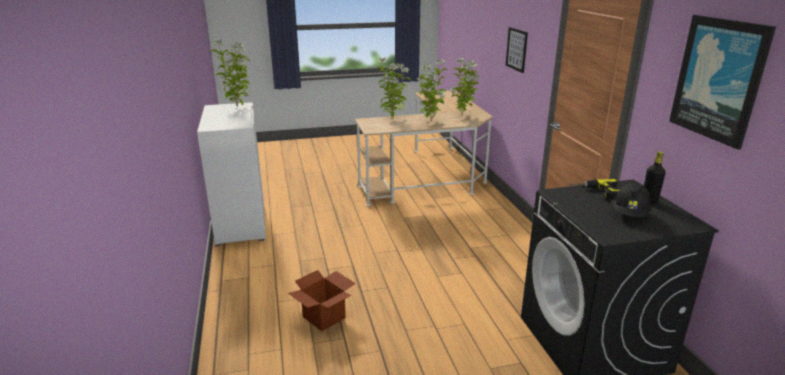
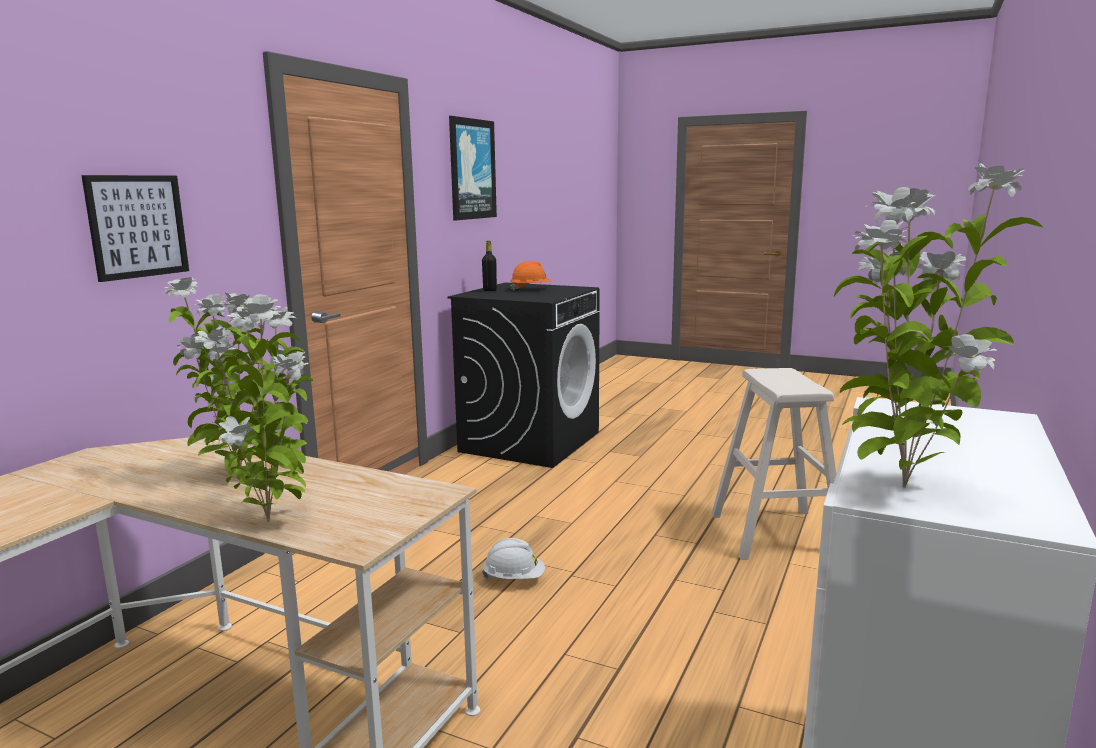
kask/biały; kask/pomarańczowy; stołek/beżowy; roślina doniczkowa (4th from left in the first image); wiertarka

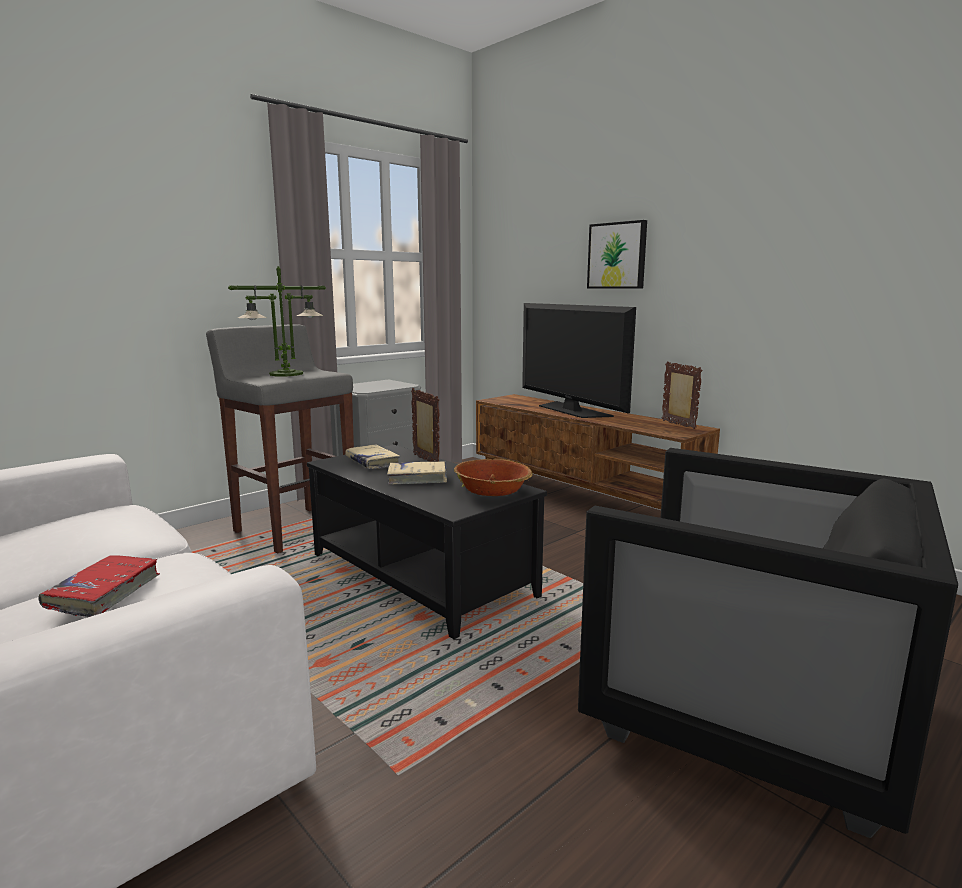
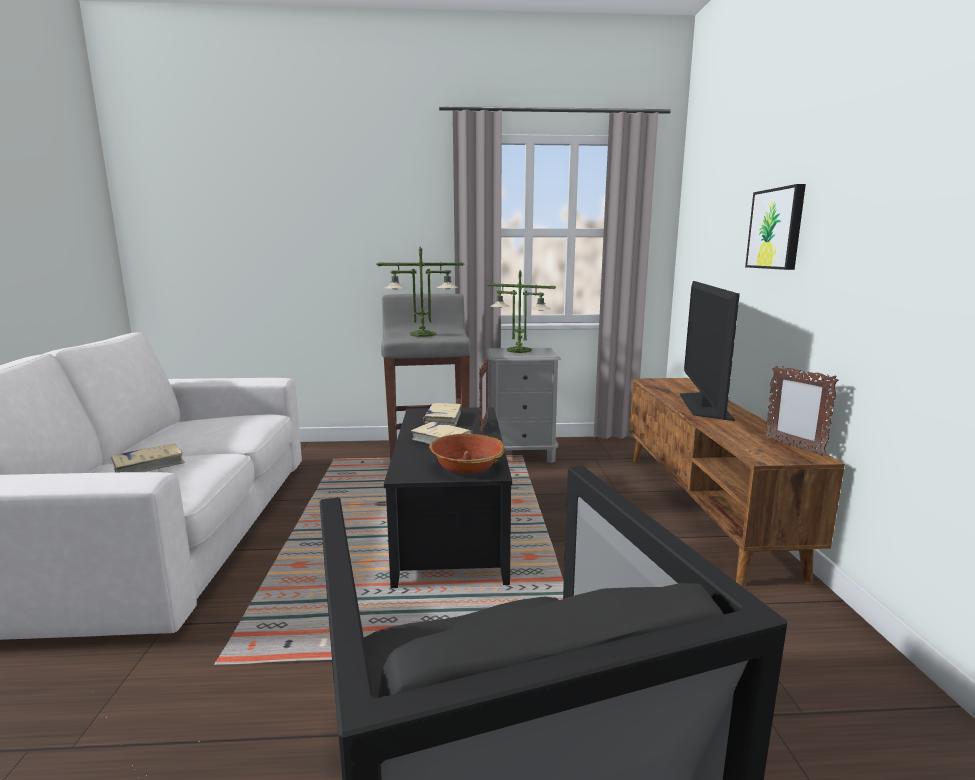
książka/beżowy (1st from left); lampa stołowa (2nd from left); ramka na zdjęcie (2nd from left)

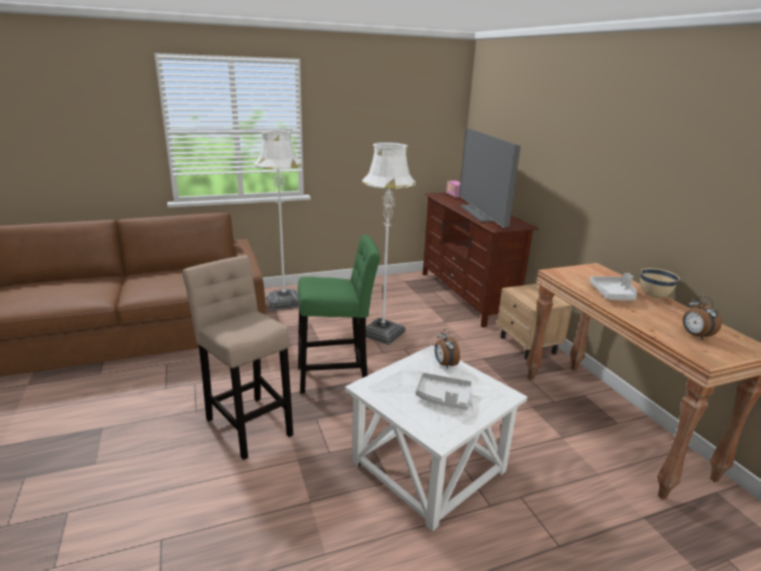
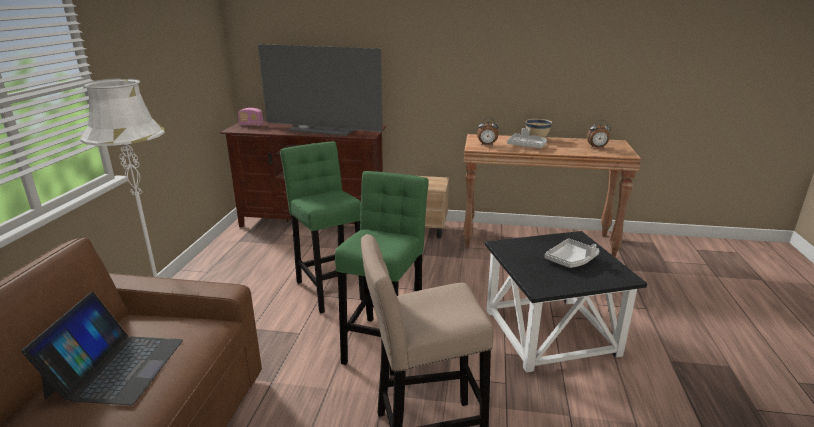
laptop; stołek/zielony (1st from left); budzik (1st from left); stolik/czarny

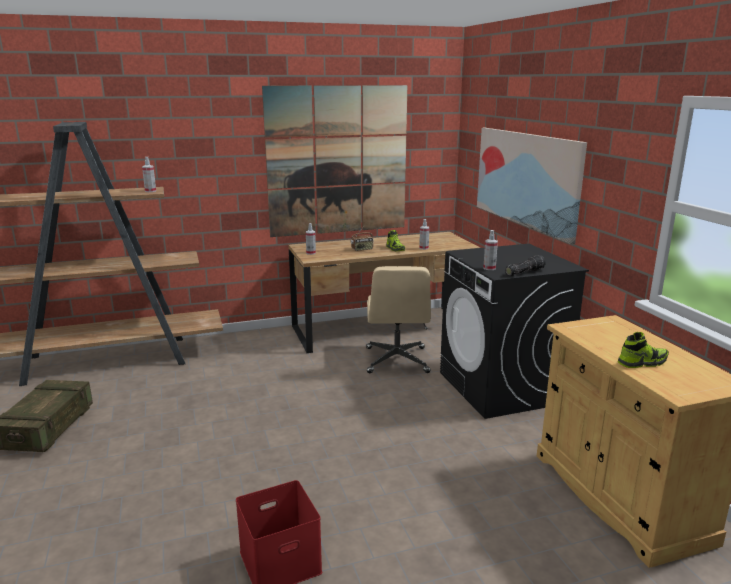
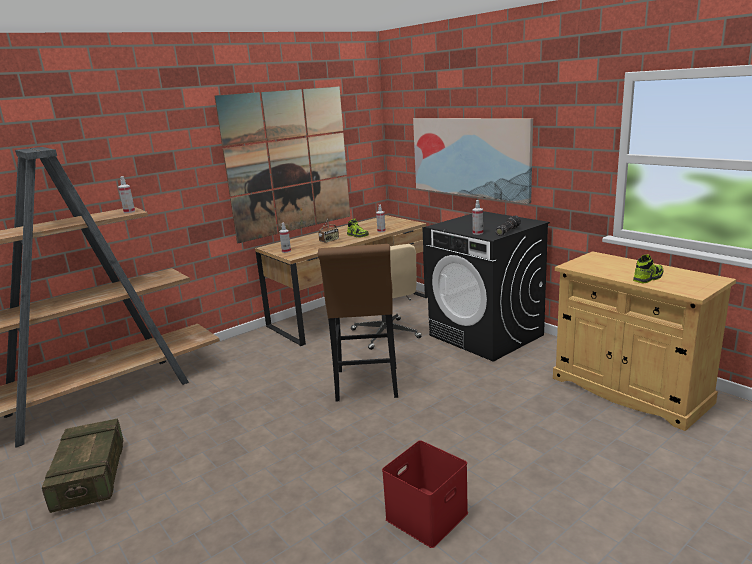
stołek/brązowy

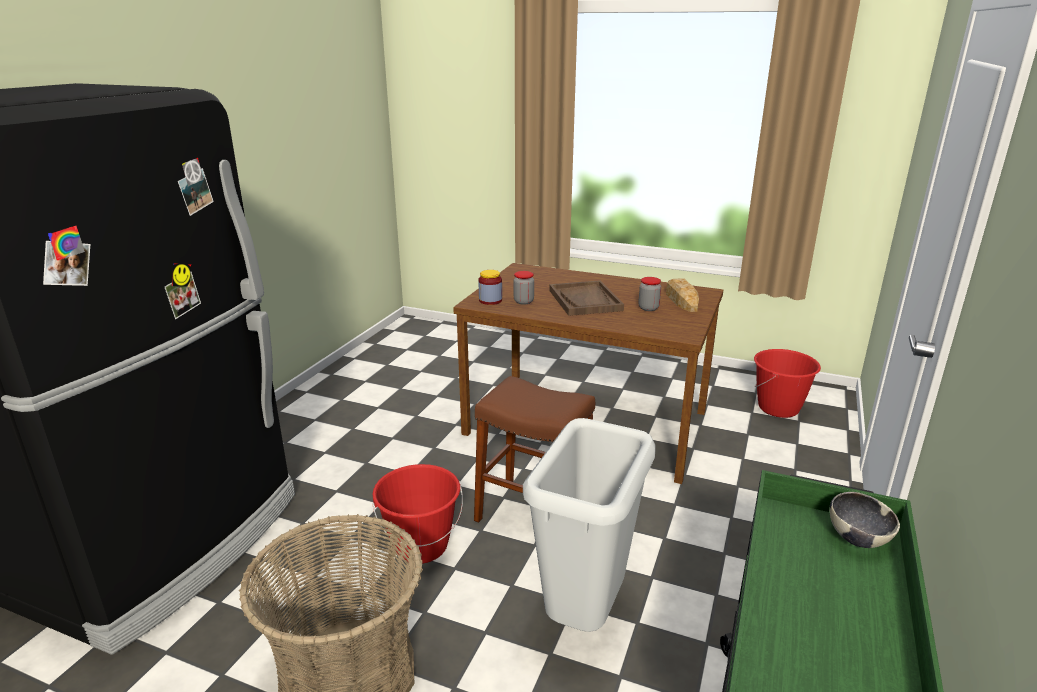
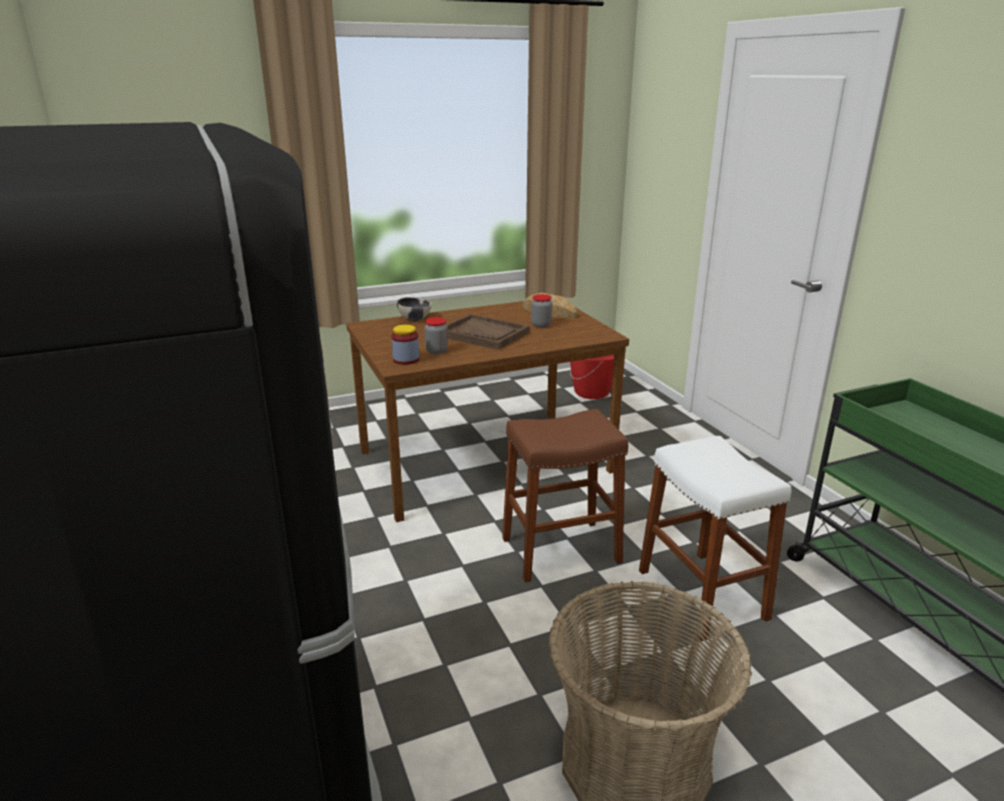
miska; stołek/biały; wiadro/czerwony (1st from left in the first image)

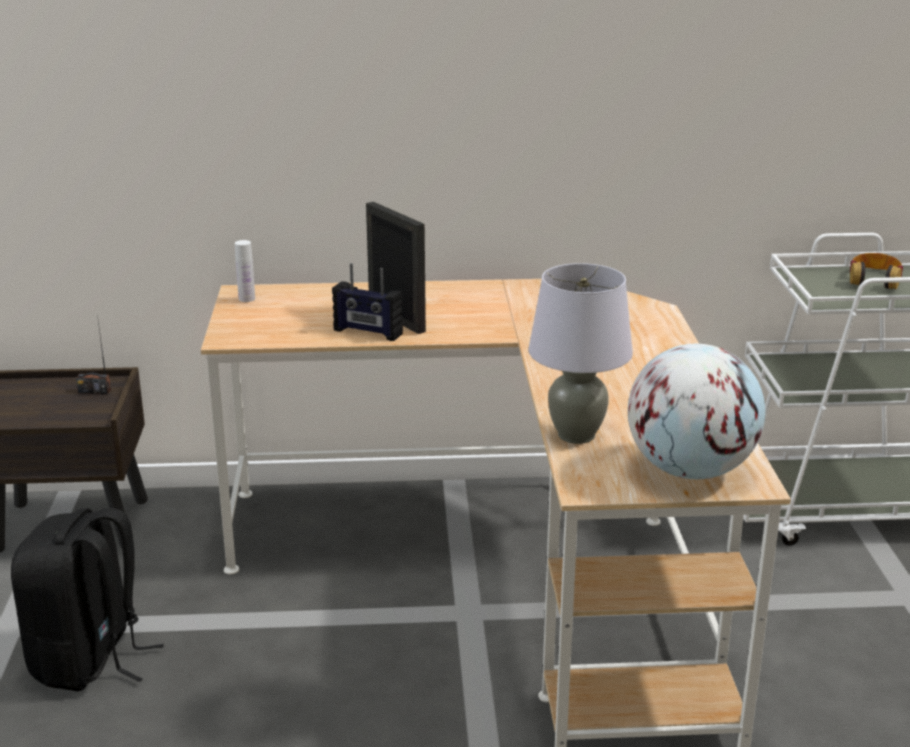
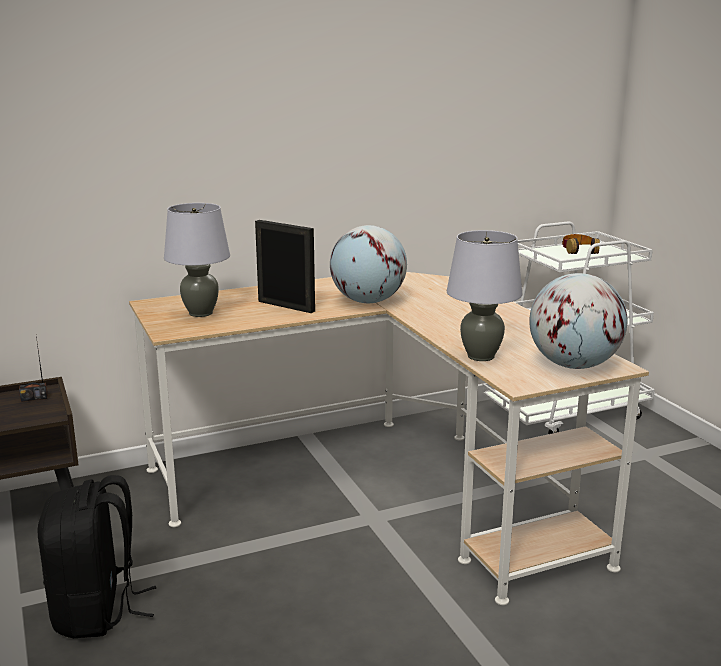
lampa stołowa/szary (1st from left); globus (1st from left); butelka/biały; radio (2nd from left in the first image)

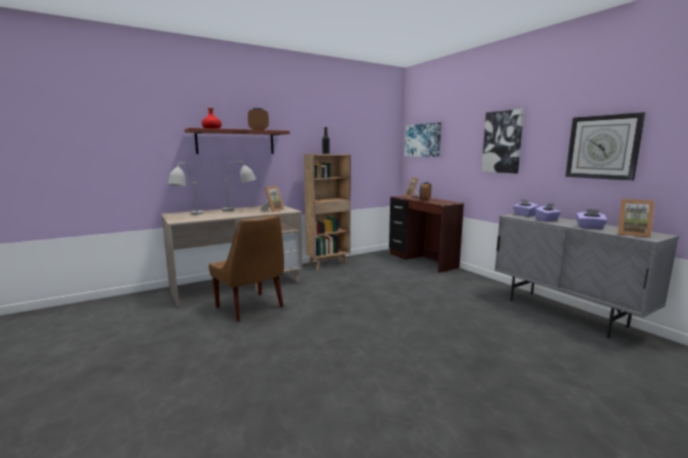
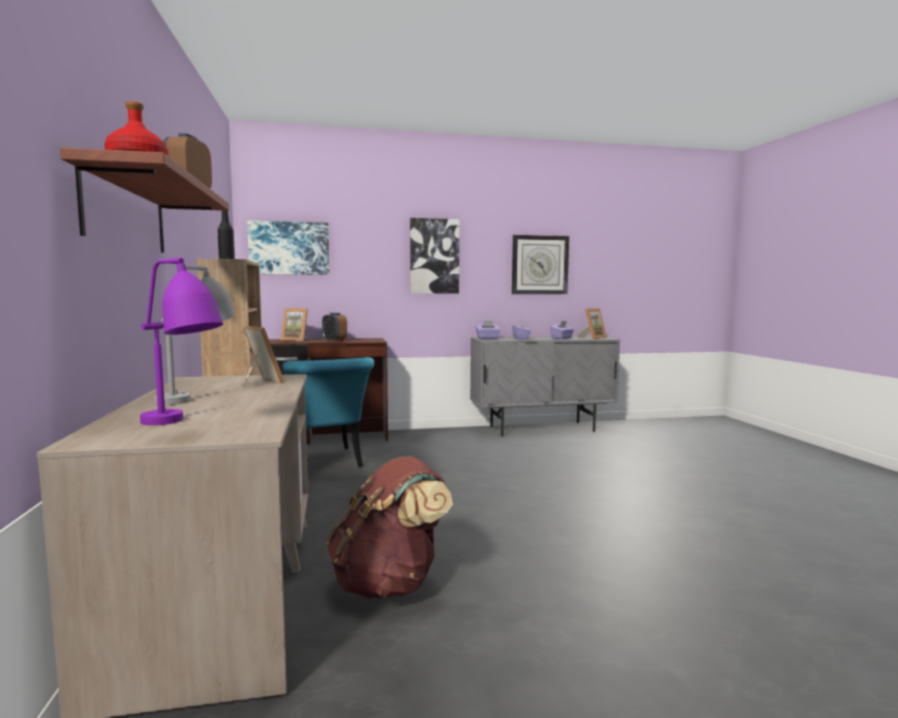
lampa stołowa/fioletowy; krzesło/turkusowy; plecak/brązowy

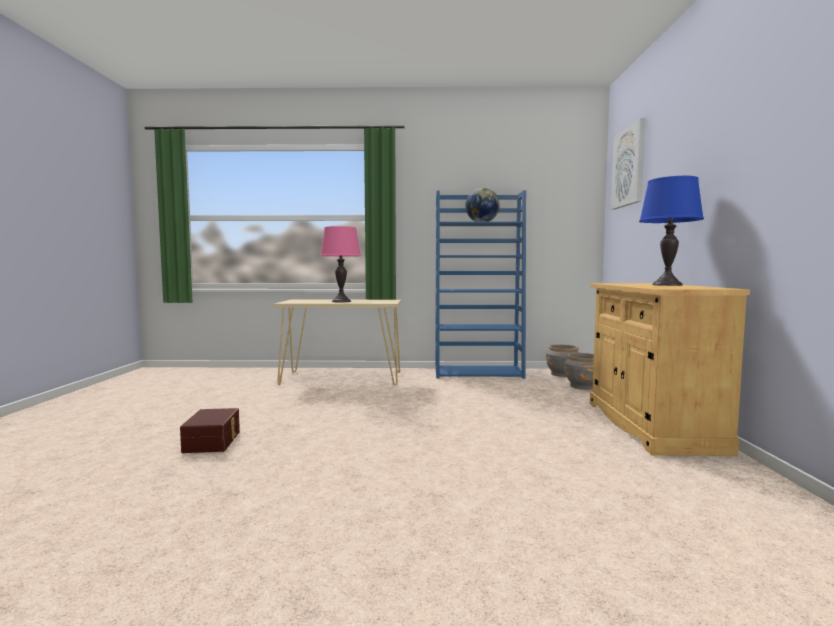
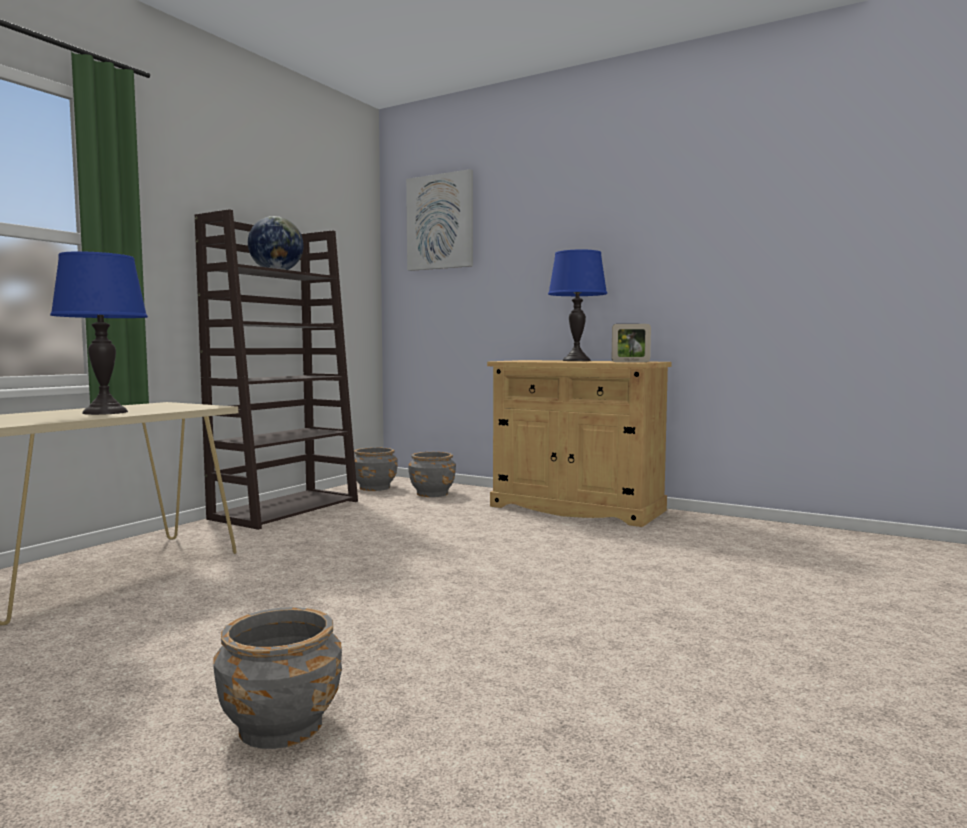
lampa stołowa/niebieski (1st from left); regał/brązowy; donica/szary (1st from left); ramka na zdjęcie

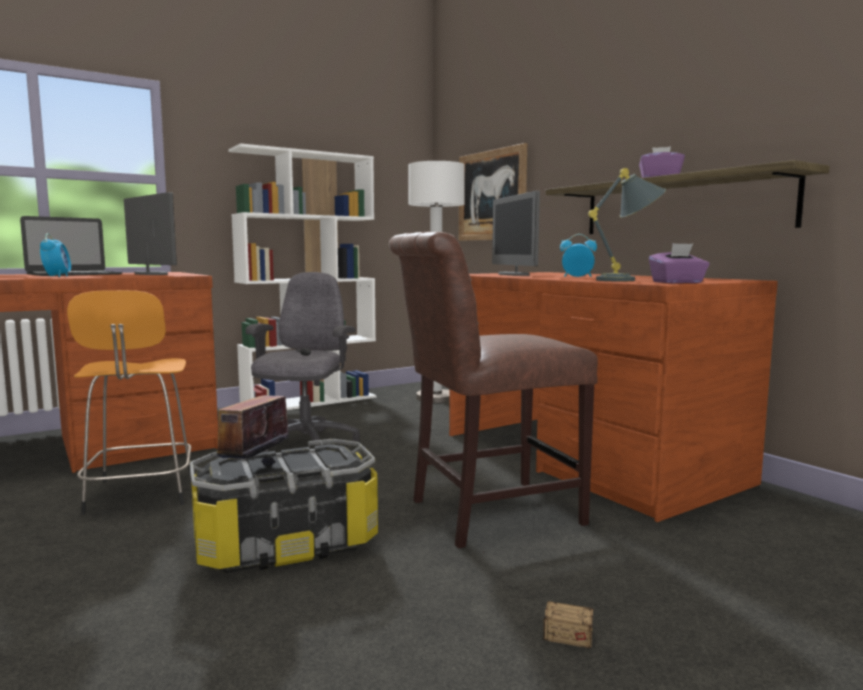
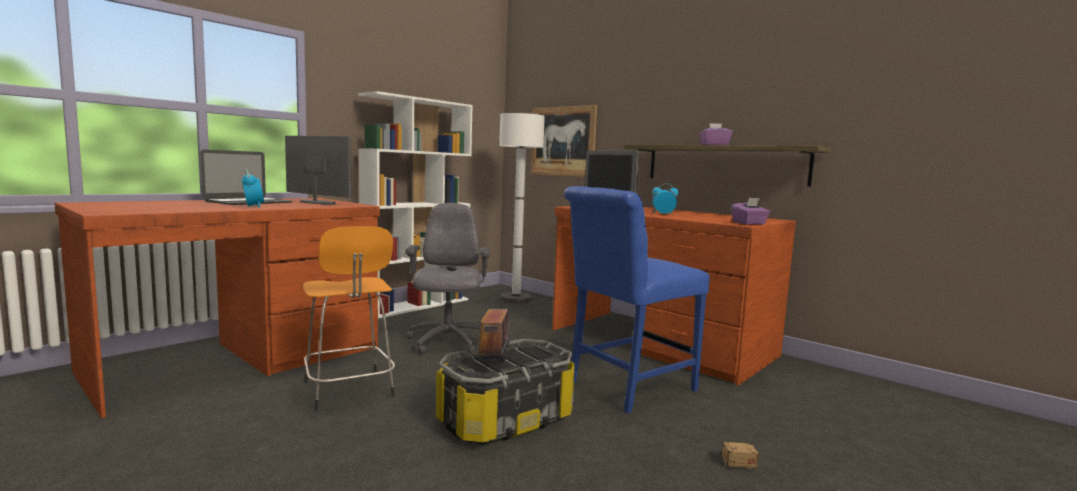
krzesło/niebieski; lampa stołowa/szary

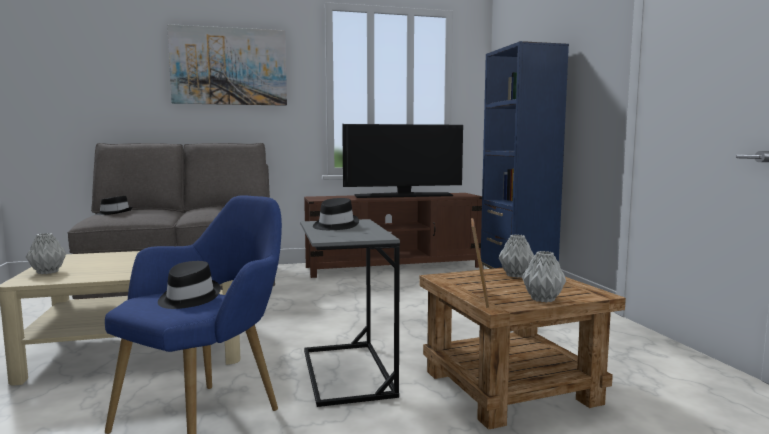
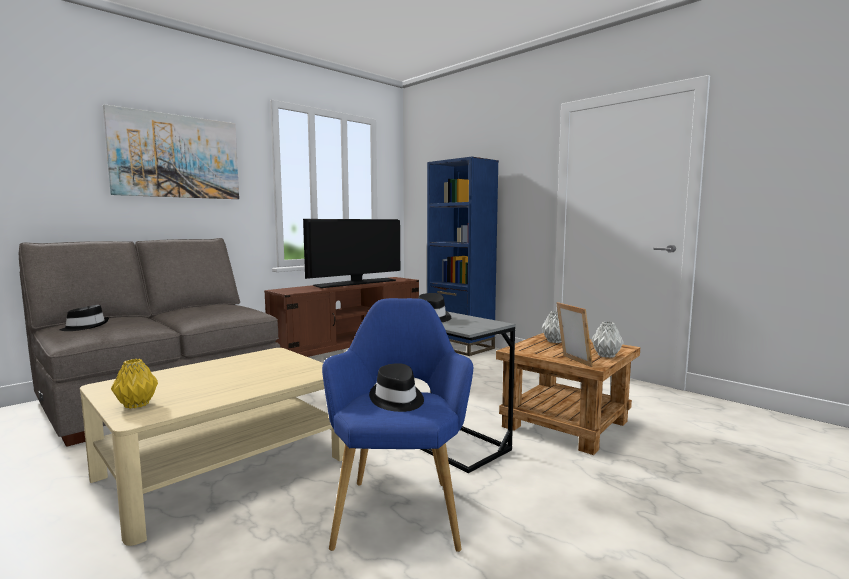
wazon/żółty

